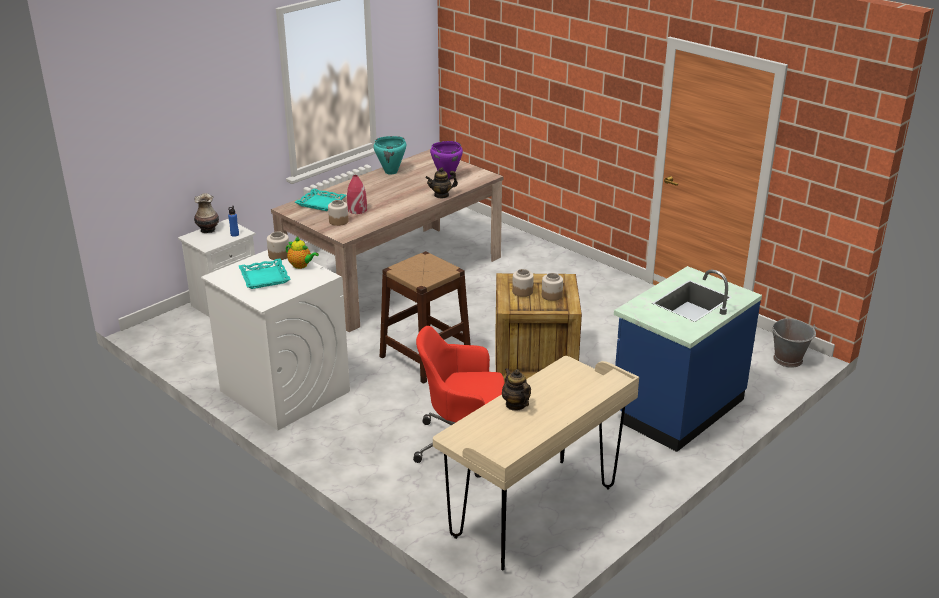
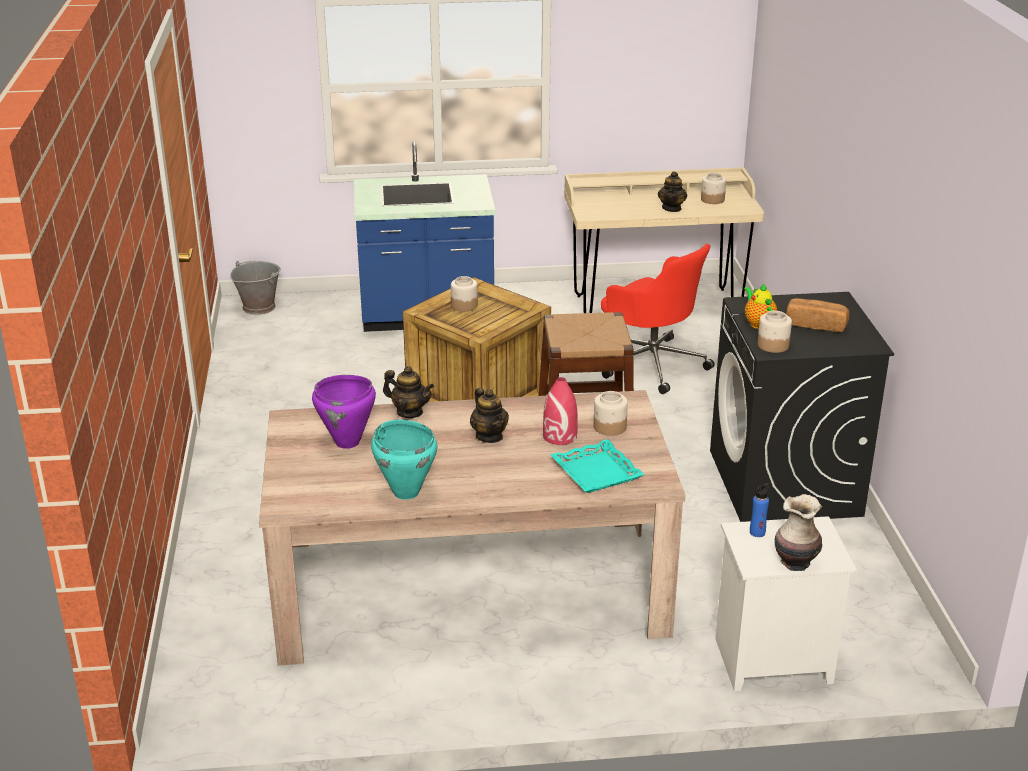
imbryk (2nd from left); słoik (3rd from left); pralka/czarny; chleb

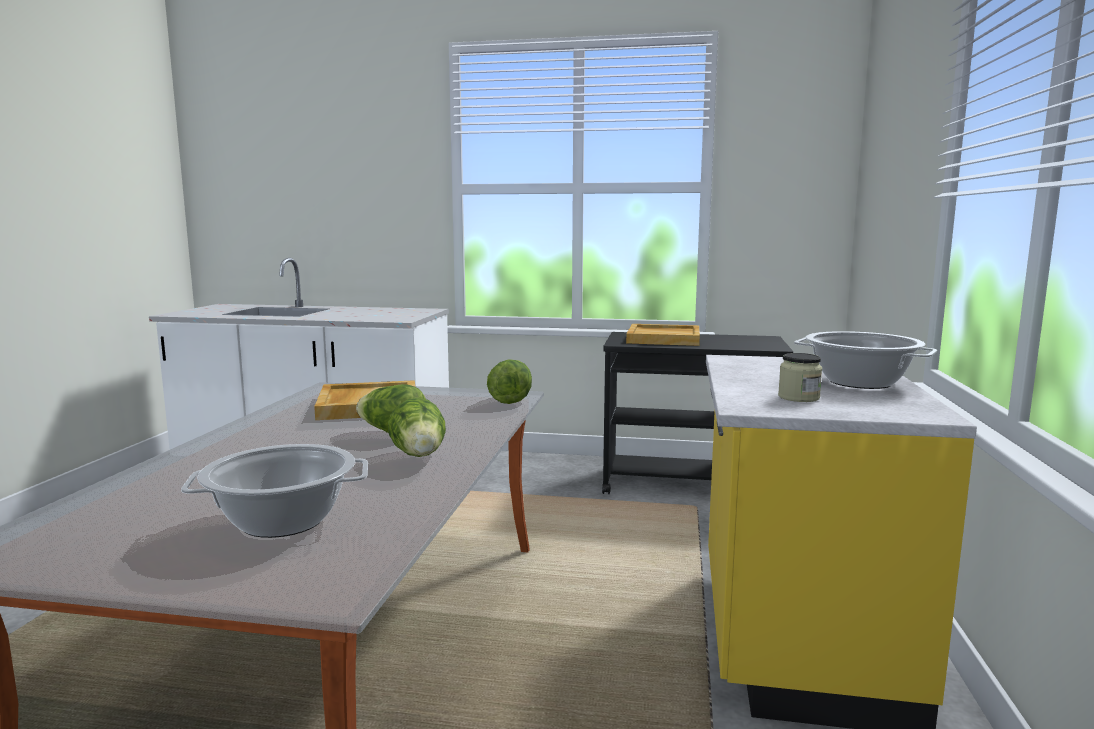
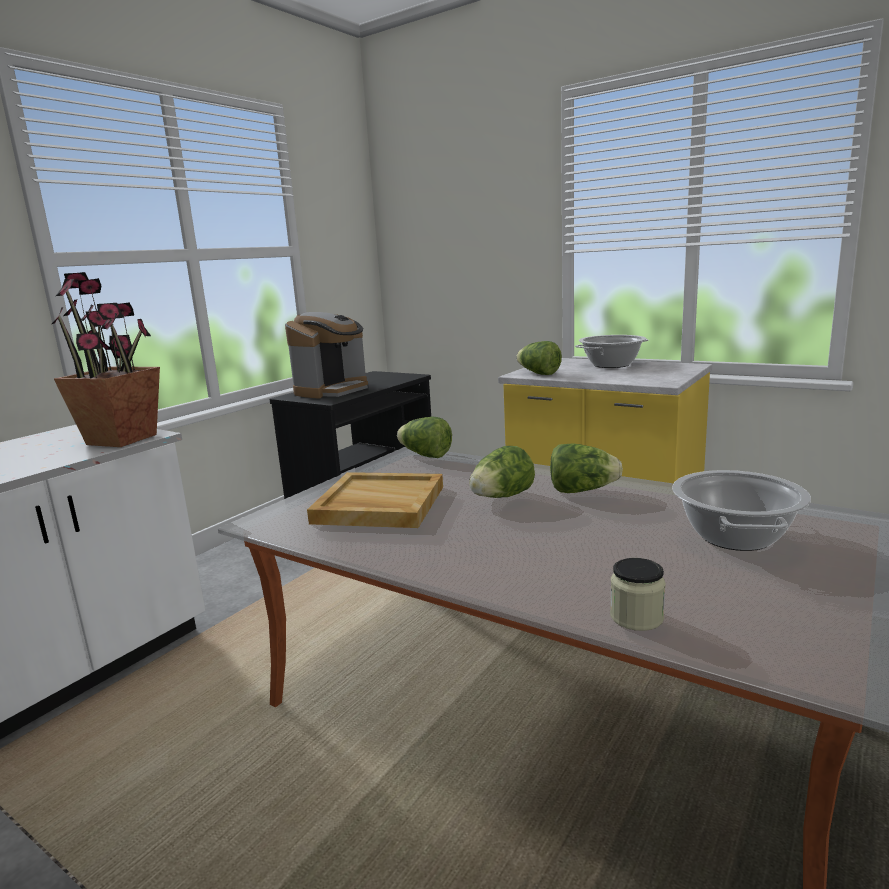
roślina doniczkowa; ekspres do kawy; sałata (3rd from left); słoik

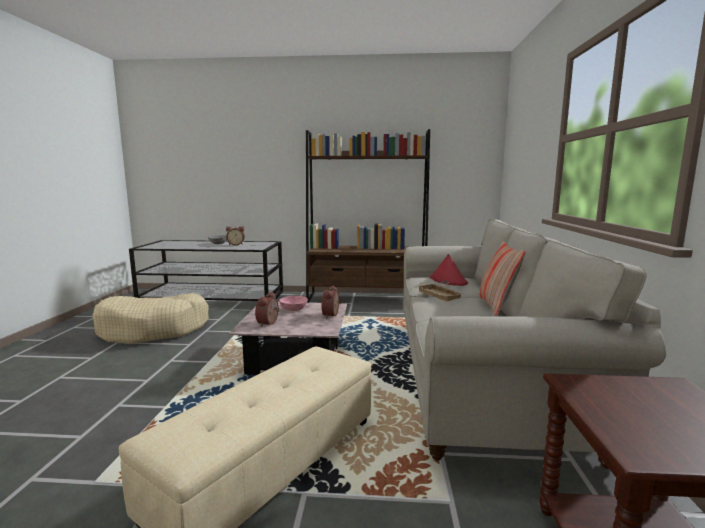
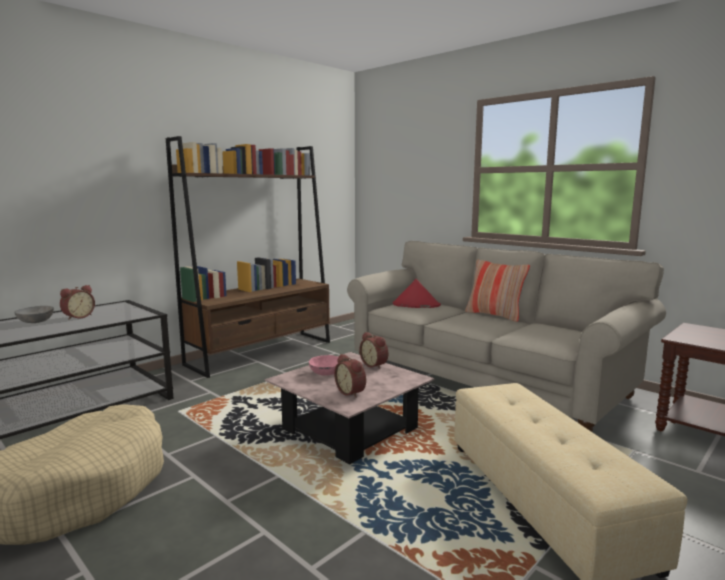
taca/beżowy

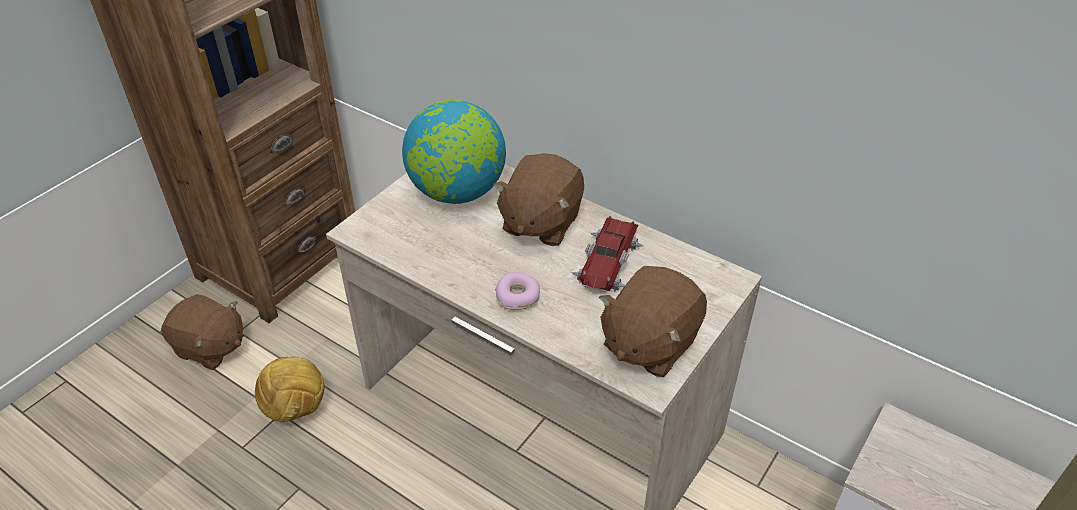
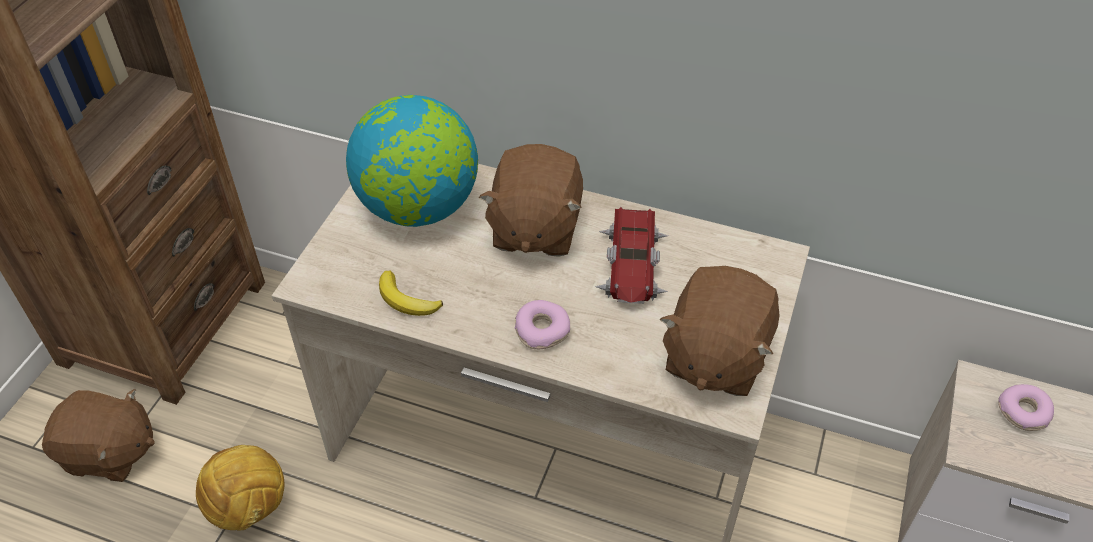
banan; donut (2nd from left)

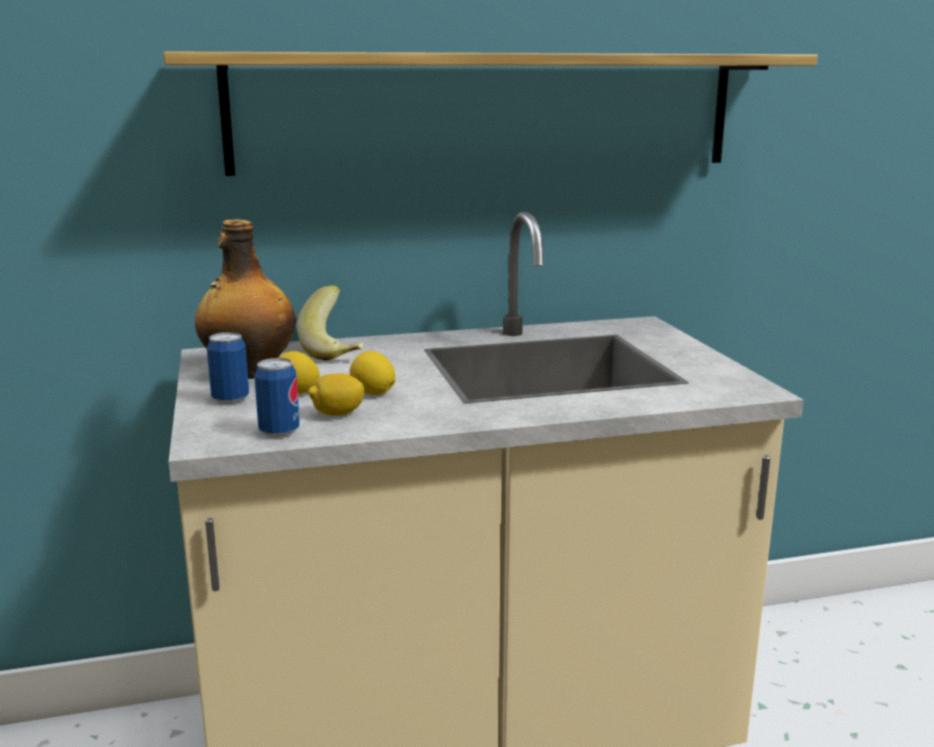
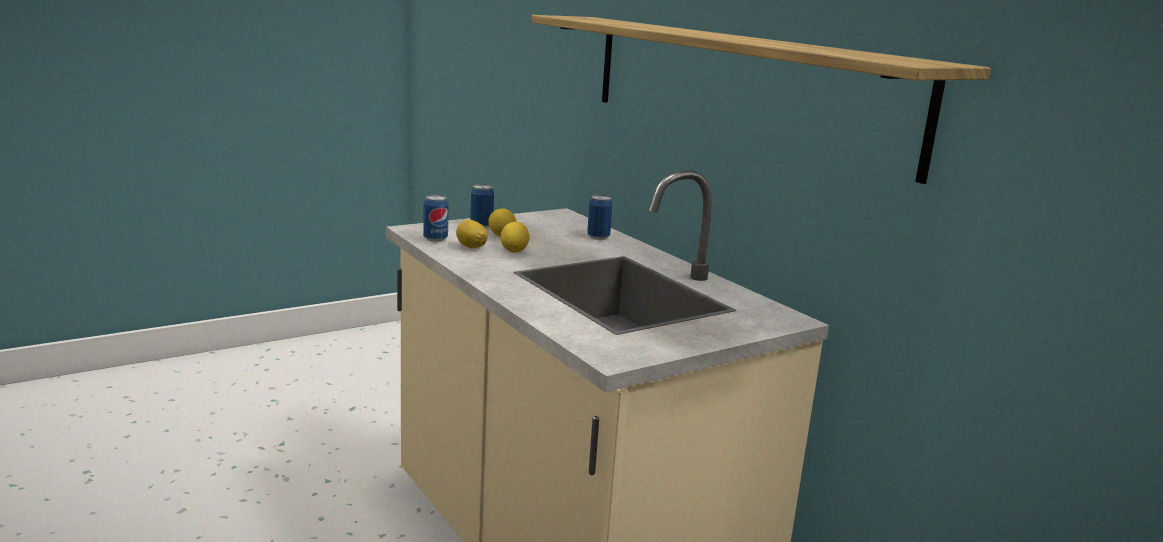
puszka (3rd from left); butelka

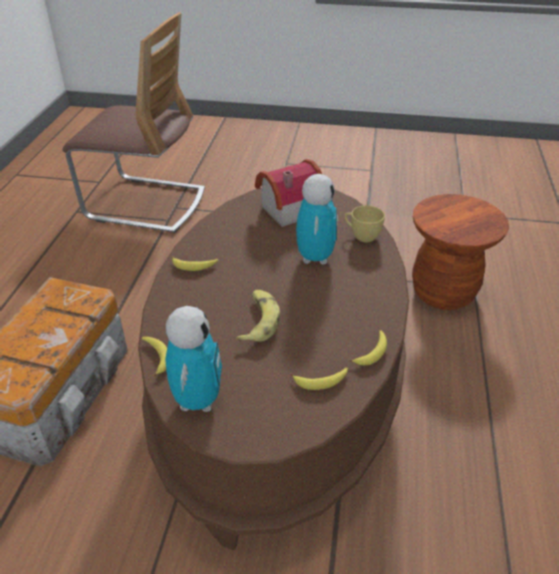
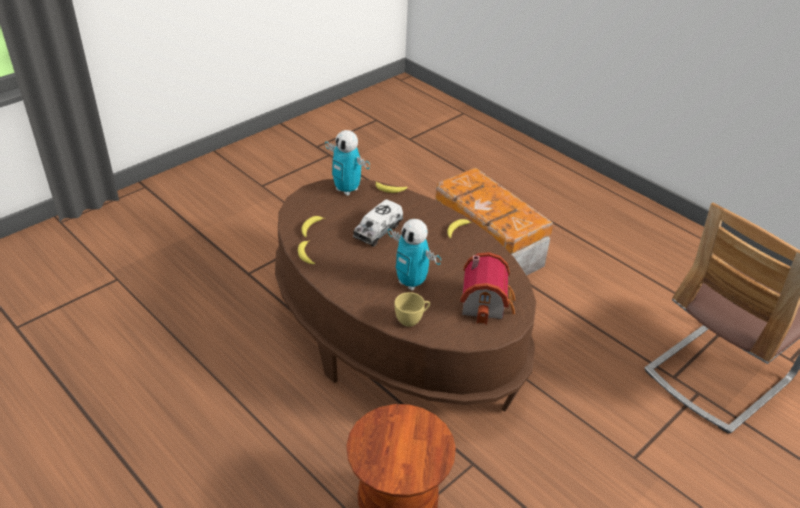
ciężarówka zabawkowa

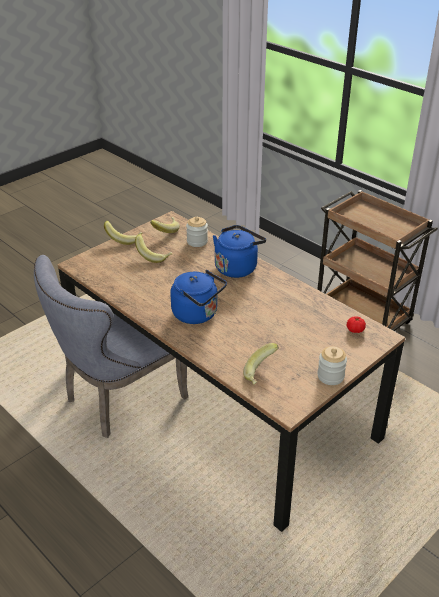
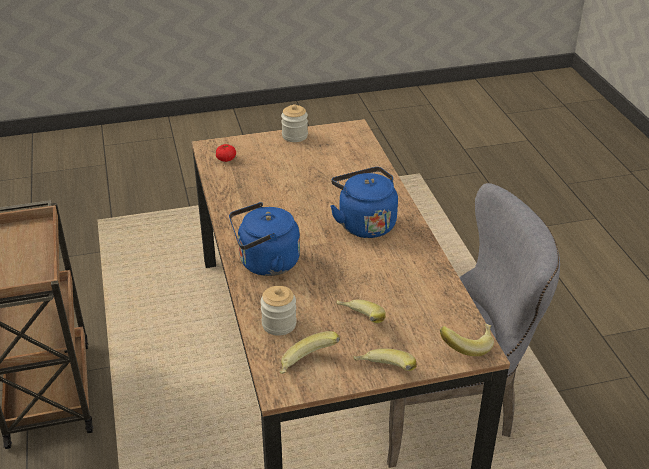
banan (4th from left)

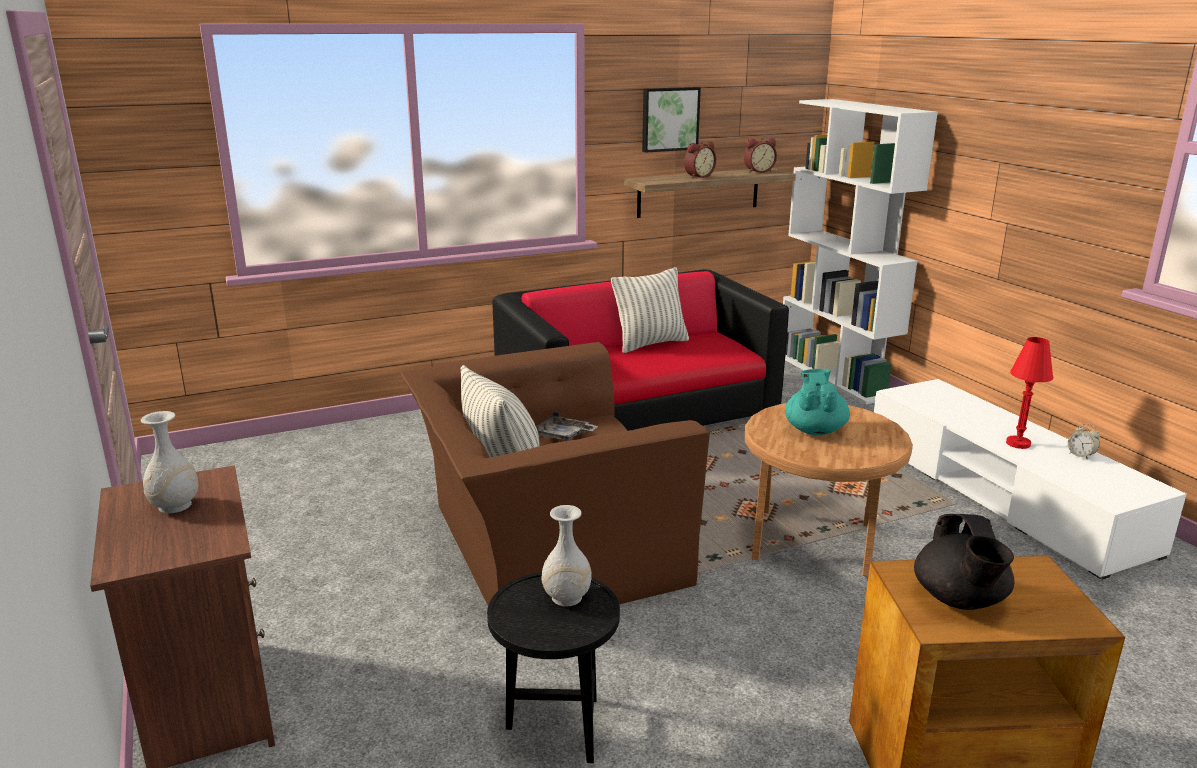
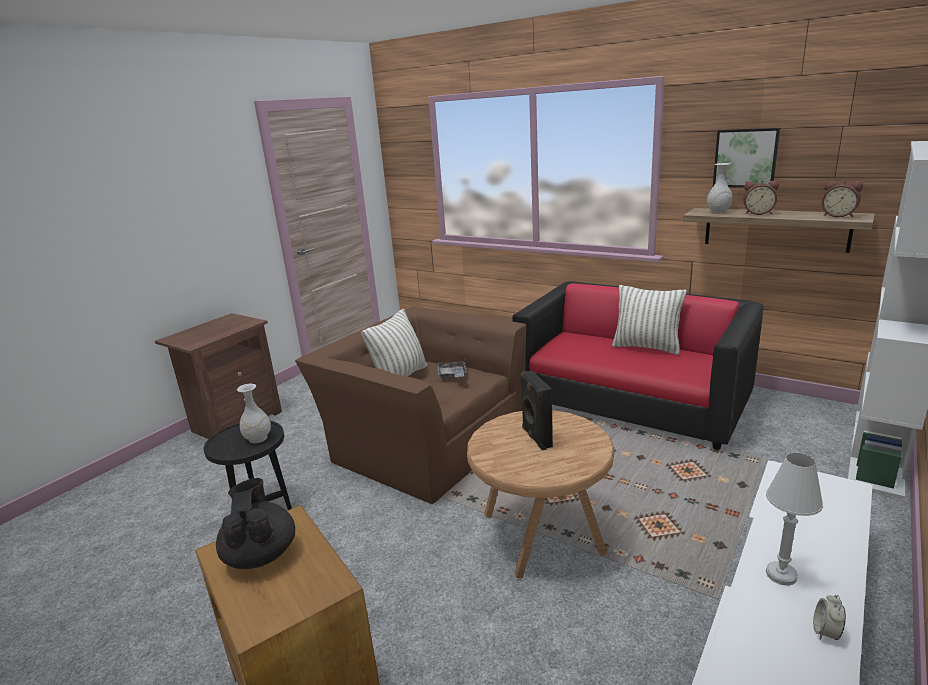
imbryk/czarny; głośnik/czarny; wazon/biały (2nd from left); lampa stołowa/biały

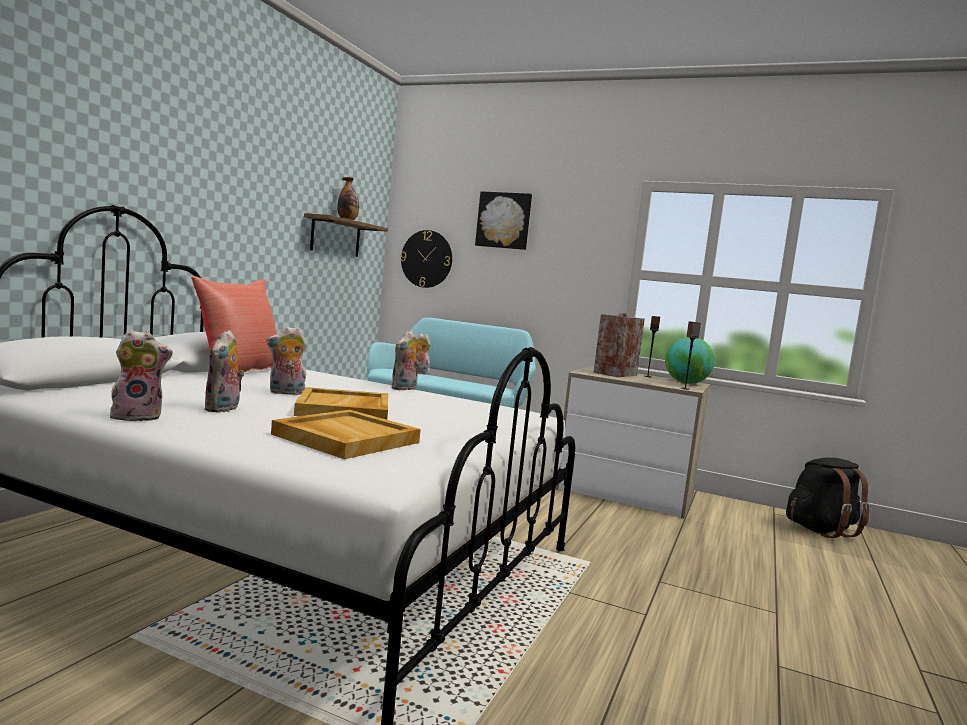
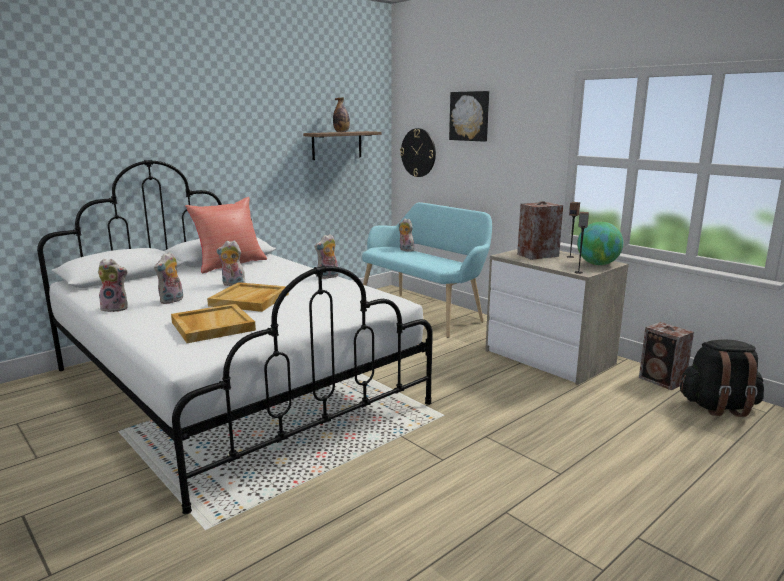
głośnik (4th from left)

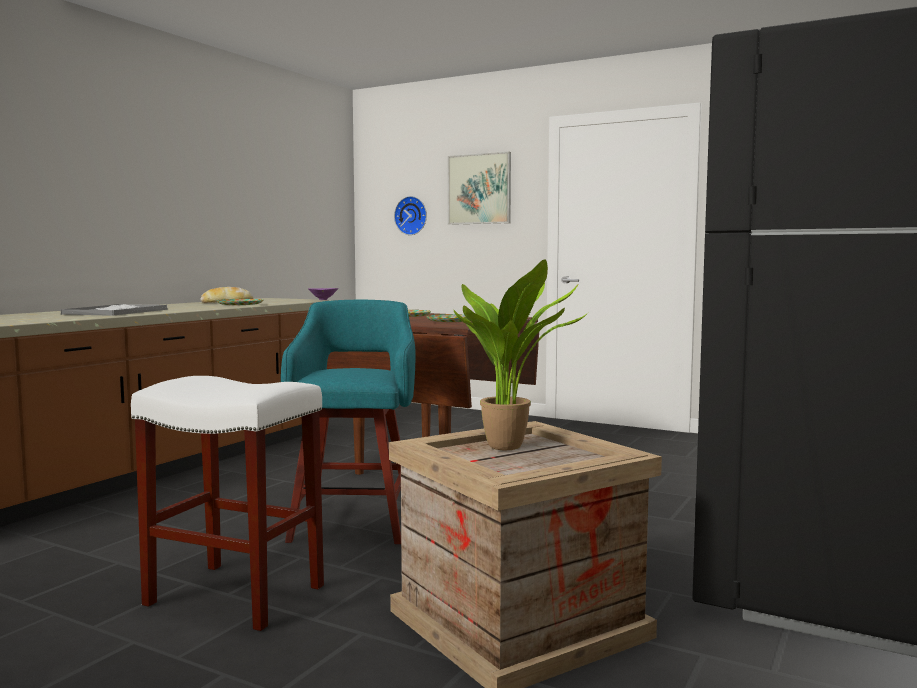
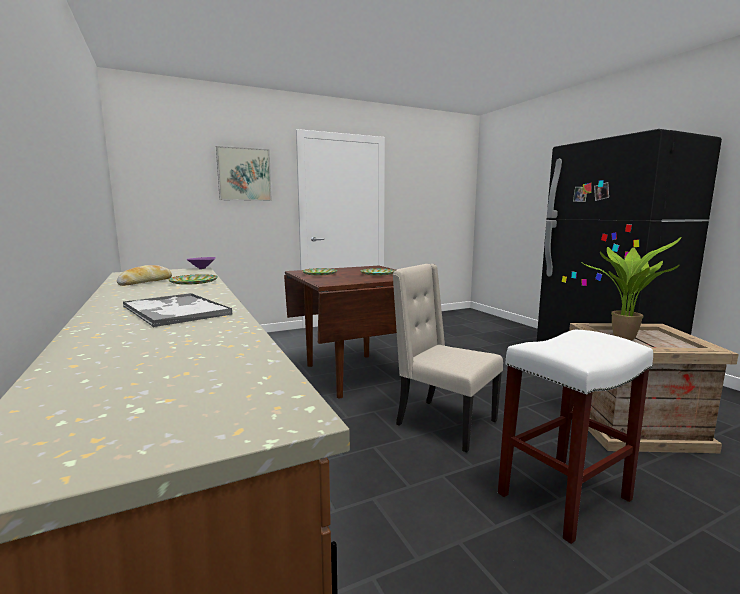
krzesło/beżowy; zegar ścienny

